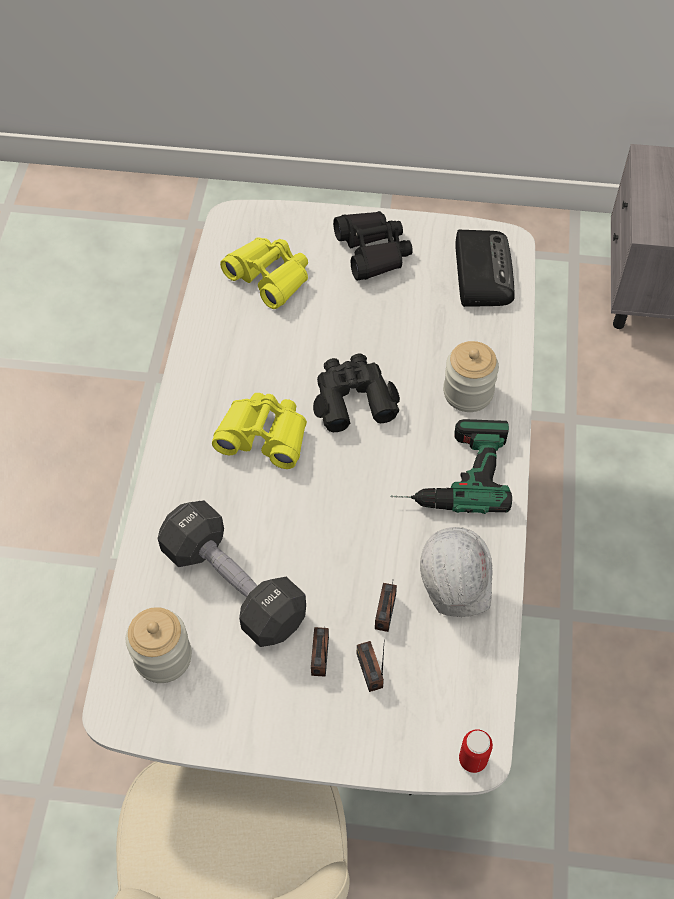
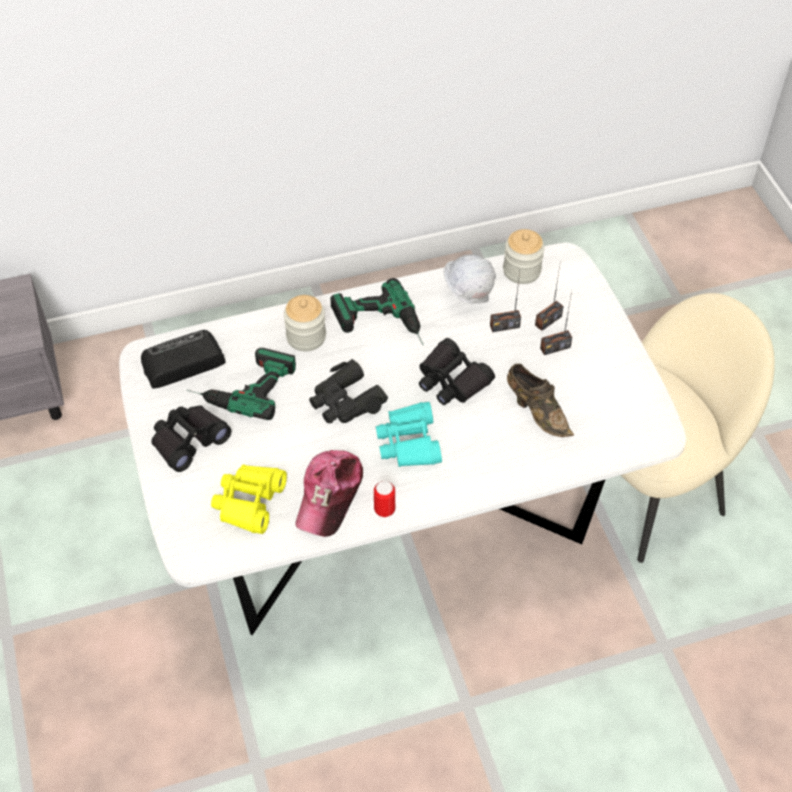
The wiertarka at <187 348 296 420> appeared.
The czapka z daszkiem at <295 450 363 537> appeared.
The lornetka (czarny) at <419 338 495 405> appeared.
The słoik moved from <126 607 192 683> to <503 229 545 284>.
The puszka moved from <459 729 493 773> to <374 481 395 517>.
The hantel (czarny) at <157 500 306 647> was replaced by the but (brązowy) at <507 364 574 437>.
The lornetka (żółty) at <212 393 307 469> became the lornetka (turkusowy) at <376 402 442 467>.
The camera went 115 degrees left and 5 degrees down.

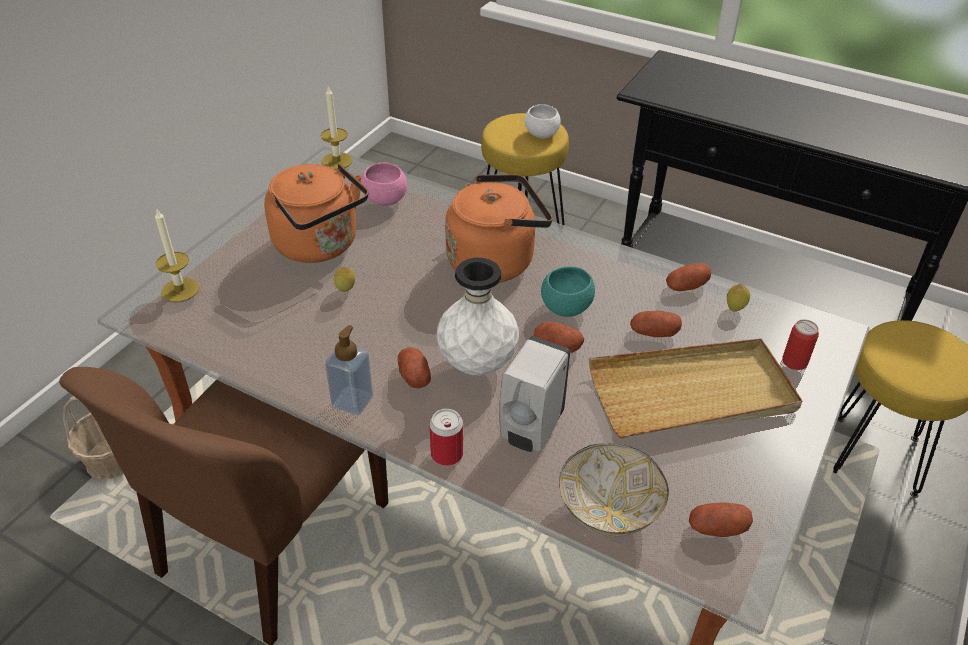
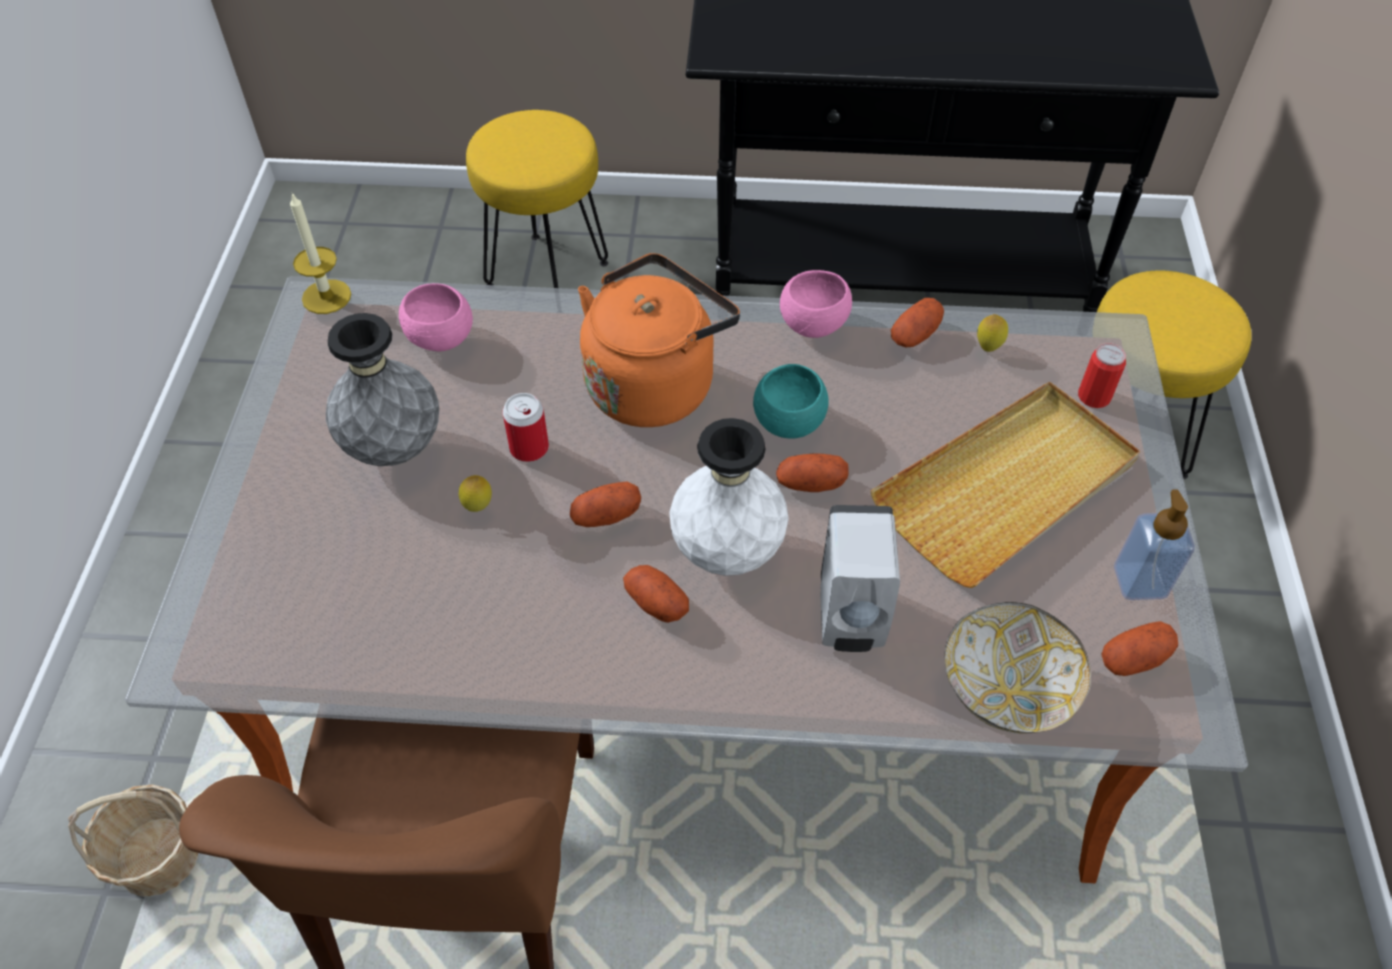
The świeca at <155 210 200 302> disappeared.
The miska (biały) at <524 104 561 138> disappeared.
The miska (różowy) at <780 270 852 338> appeared.
The dozownik mydła moved from <325 325 373 415> to <1114 489 1195 600>.
The puszka moved from <429 409 463 466> to <502 393 549 462>.
The ziemniak moved from <630 310 682 337> to <570 481 641 527>.
The czajnik (pomarańczowy) at <264 164 369 263> was replaced by the wazon (szary) at <326 313 439 466>.
The camera went 25 degrees left and 10 degrees up.

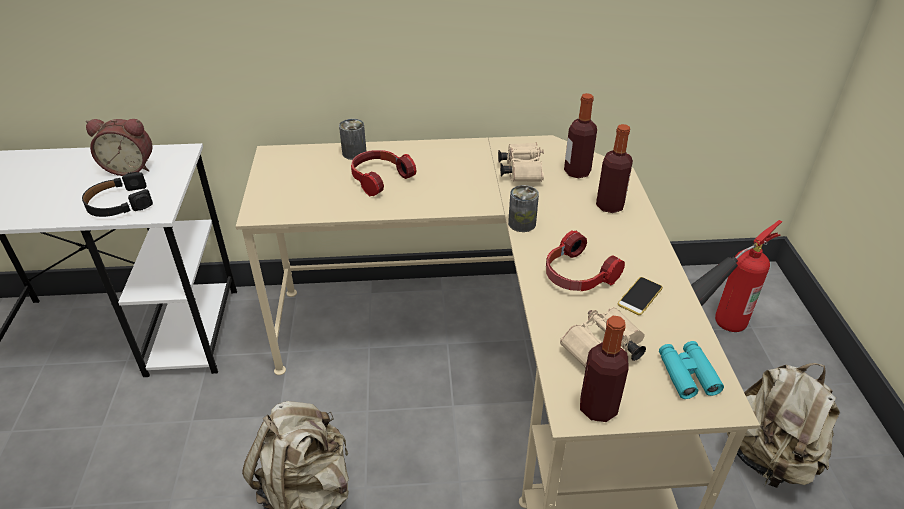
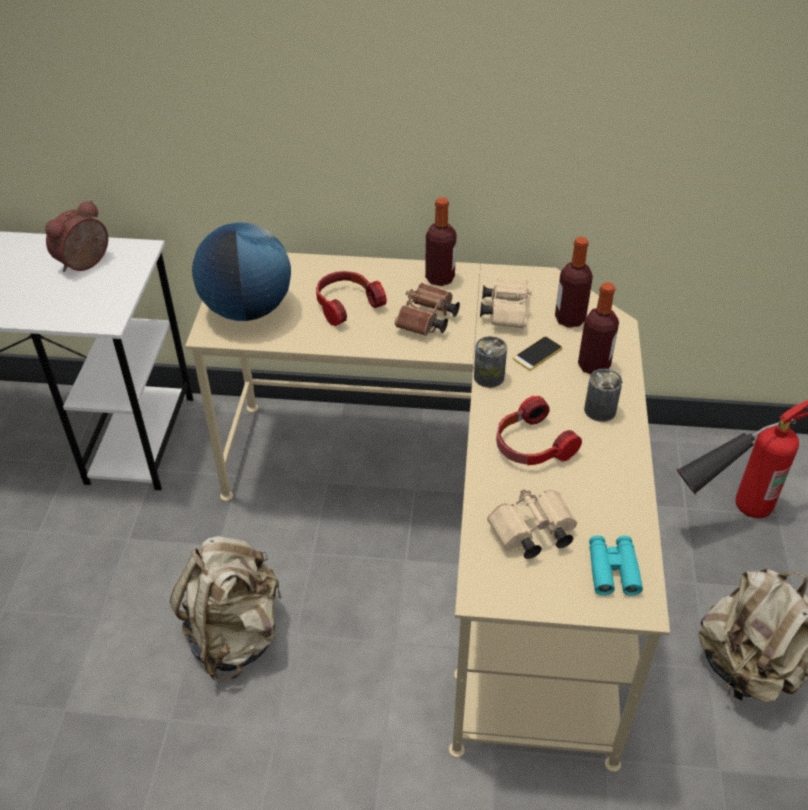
The słuchawki (czarny) at <82 172 153 217> disappeared.
The globus at <192 222 291 321> appeared.
The lornetka (brązowy) at <395 283 460 336> appeared.
The puszka moved from <339 119 366 160> to <584 369 623 422>.
The butelka moved from <580 316 629 422> to <425 197 457 286>.
The telefon moved from <618 277 663 315> to <513 336 562 370>.
The budzik at <86 119 153 176> turned 120 degrees clockwise.
The camera went 10 degrees right and 5 degrees up.

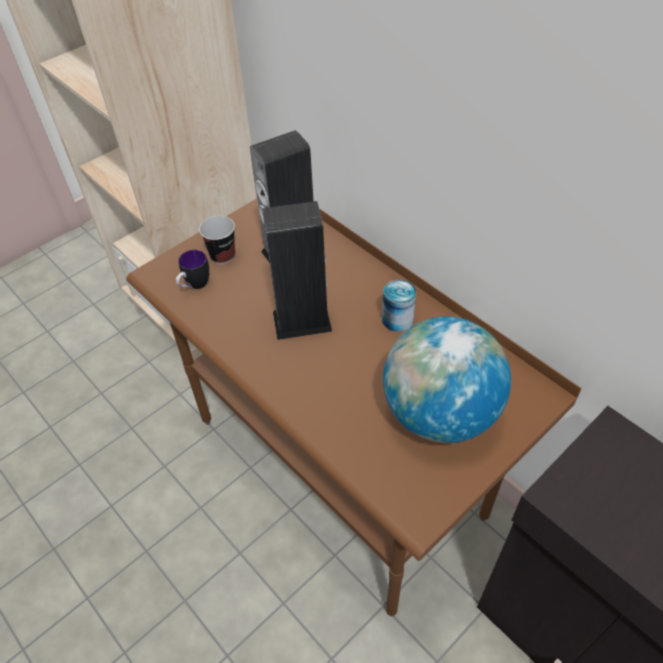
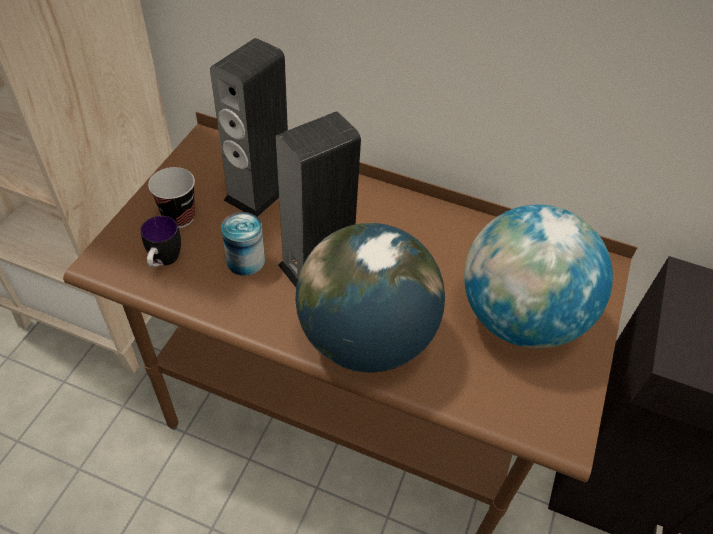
The globus at <295 223 445 372> appeared.
The puszka moved from <382 279 416 332> to <221 212 265 276>.
The camera went 30 degrees left and 0 degrees up.

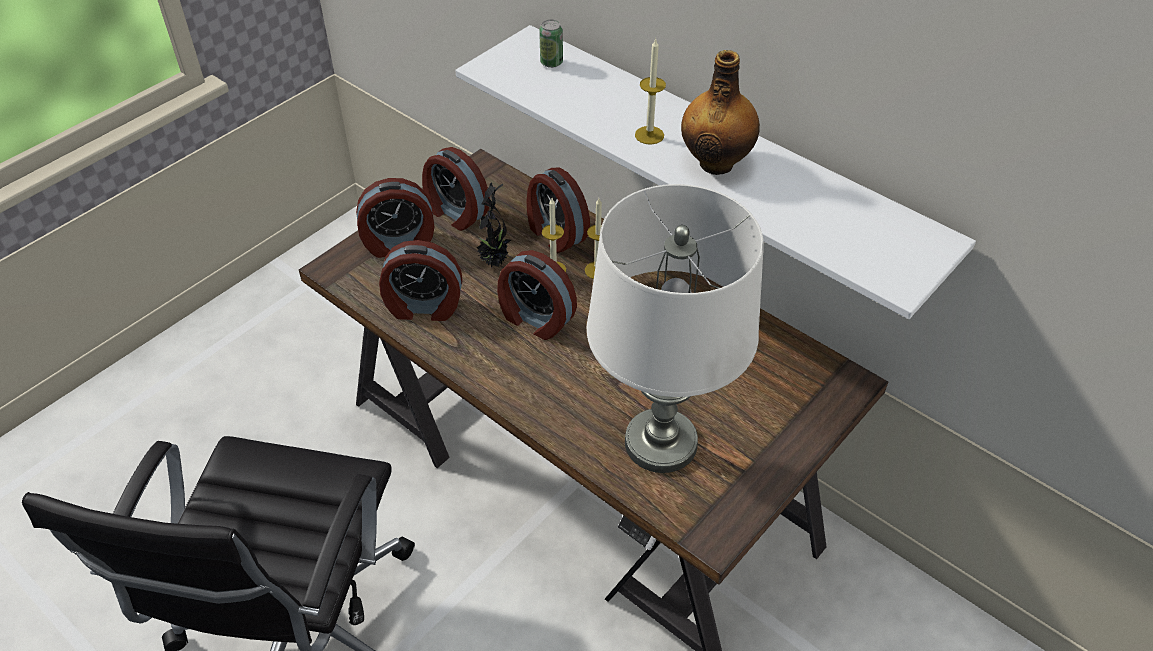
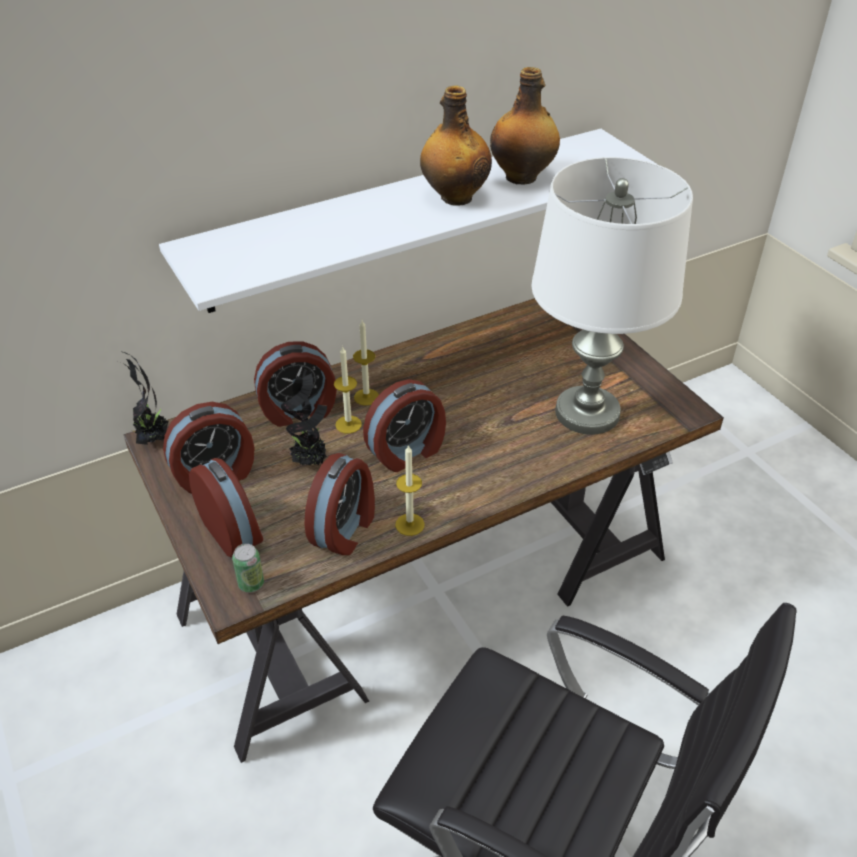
The roślina doniczkowa at <123 352 169 445> appeared.
The butelka at <490 67 560 184> appeared.
The puszka moved from <539 20 563 68> to <232 544 264 592>.
The świeca moved from <635 39 666 145> to <395 445 425 536>.
The budzik at <356 178 434 258> turned 45 degrees counterclockwise.
The camera went 70 degrees left and 5 degrees down.

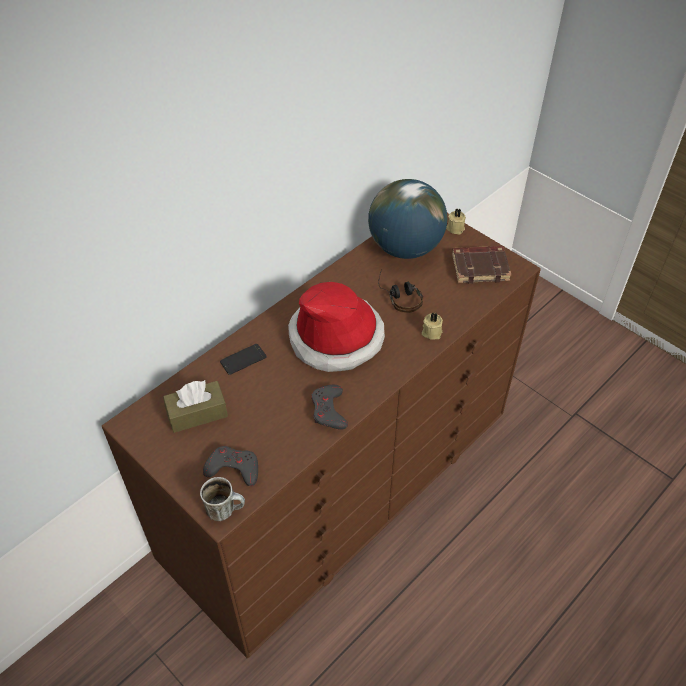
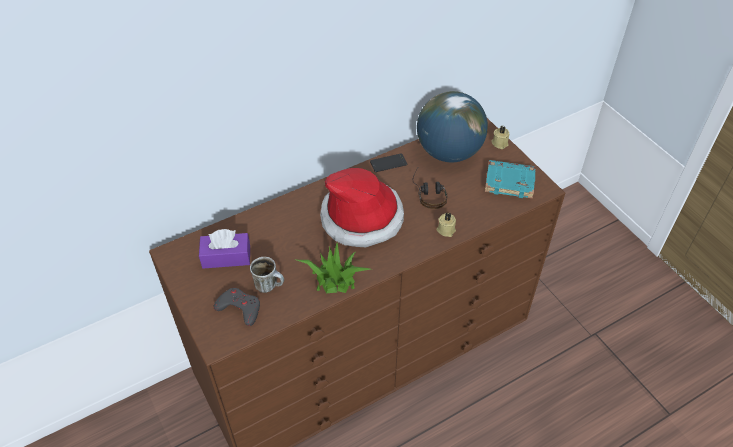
The kubek moved from <200 477 245 521> to <250 257 284 293>.
The telefon moved from <220 344 267 375> to <370 153 407 172>.
The pad do gier (szary) at <311 385 348 430> was replaced by the roślina doniczkowa at <294 243 371 293>.
The pudełko chusteczek (brązowy) at <163 380 228 433> became the pudełko chusteczek (fioletowy) at <199 229 250 269>.
The książka (brązowy) at <452 246 512 284> became the książka (turkusowy) at <485 160 536 199>.
The camera went 15 degrees right and 0 degrees up.

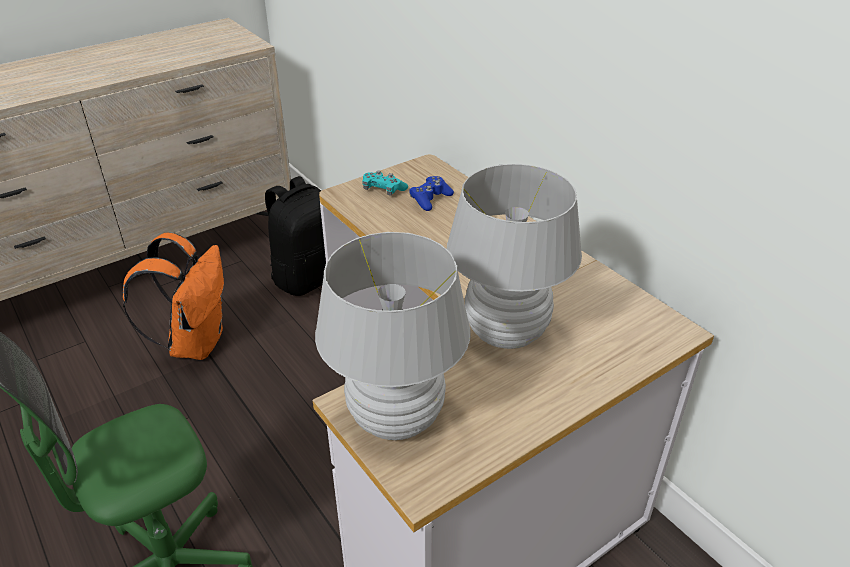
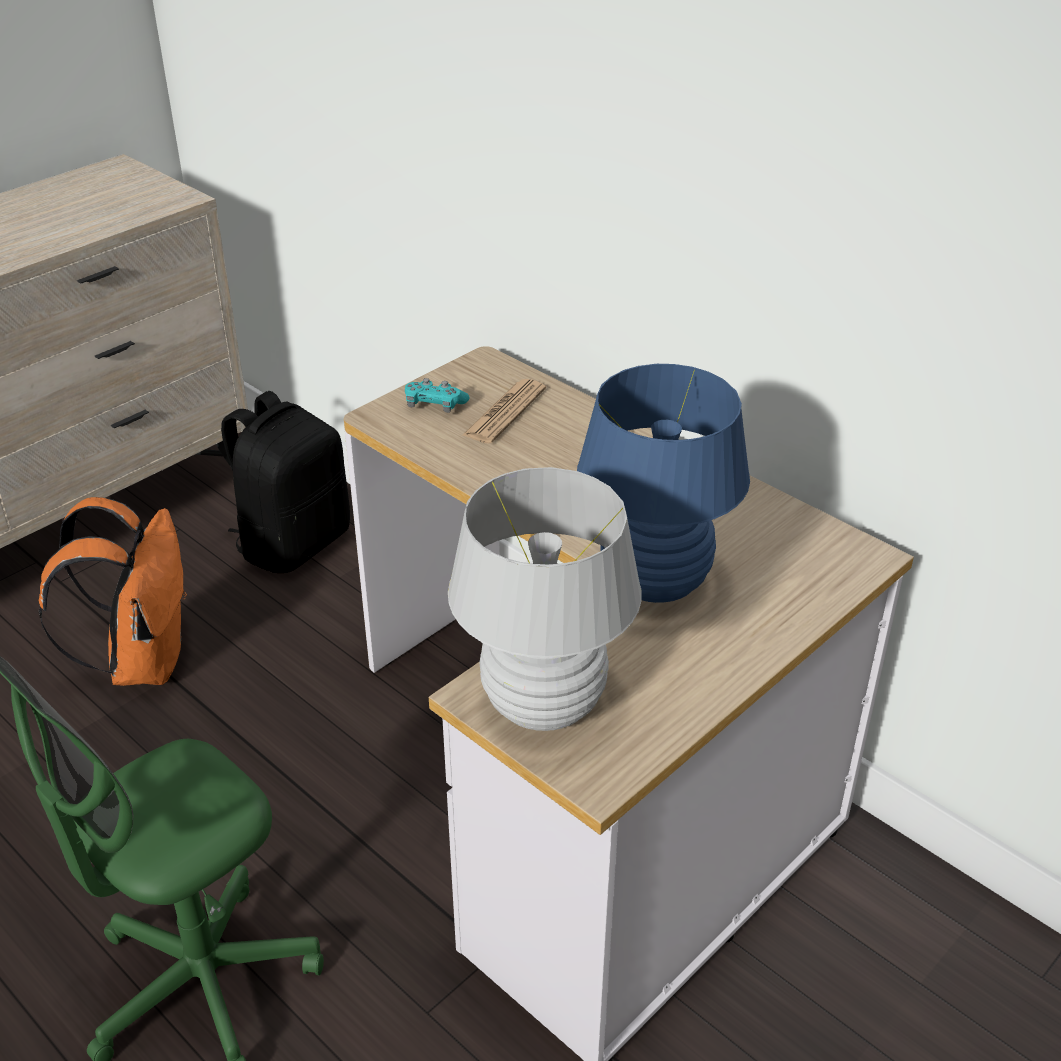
The pad do gier (niebieski) at <409 176 454 211> was replaced by the gazeta at <462 379 546 444>.
The lampa stołowa (biały) at <447 164 582 349> became the lampa stołowa (niebieski) at <577 364 750 603>.
The camera went 10 degrees left and 0 degrees up.

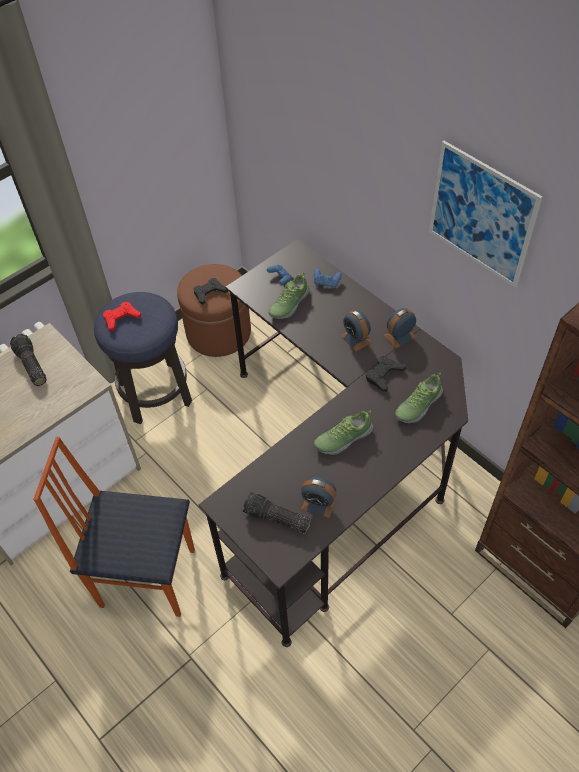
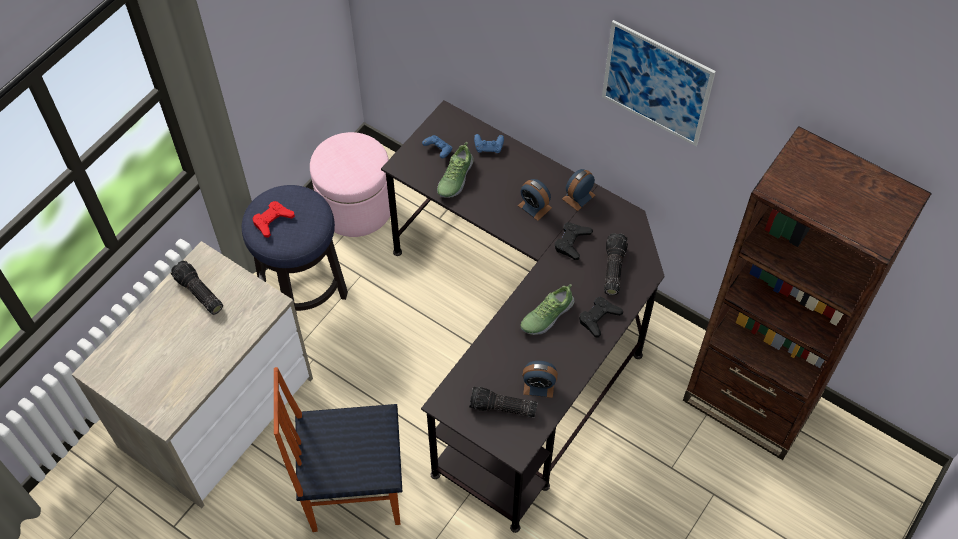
The pad do gier (czarny) moved from <194 278 228 304> to <579 297 623 338>.
The but at <395 373 443 423> was replaced by the latarka at <604 233 628 295>.
The pufa (brązowy) at <177 264 251 357> became the pufa (różowy) at <310 132 390 237>.
The camera went 15 degrees left and 5 degrees up.

